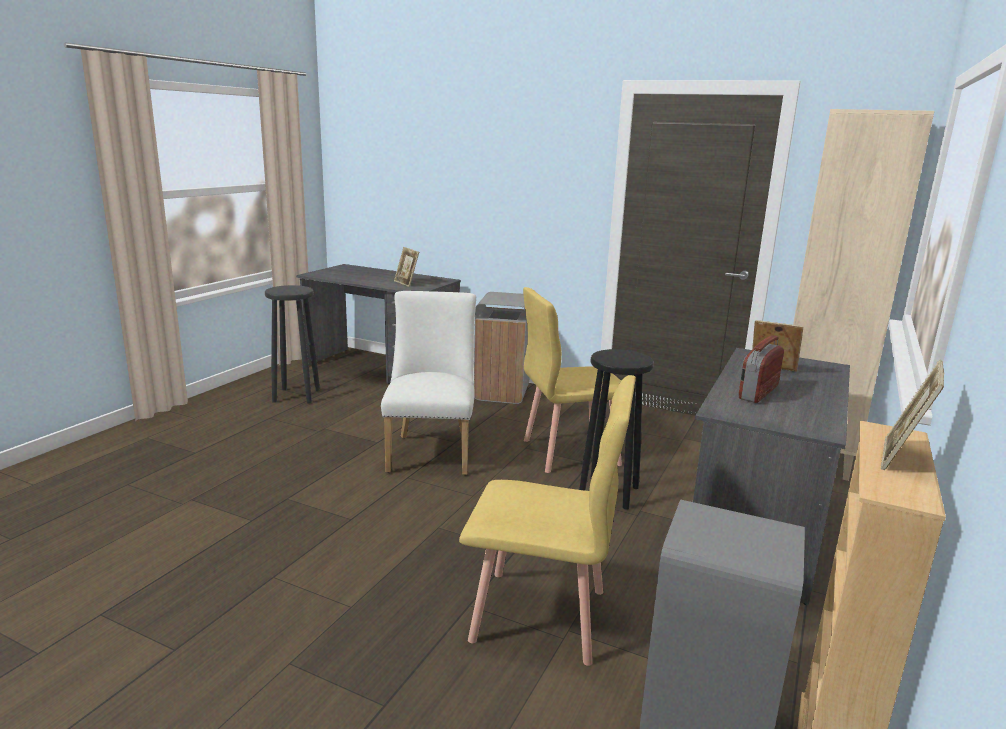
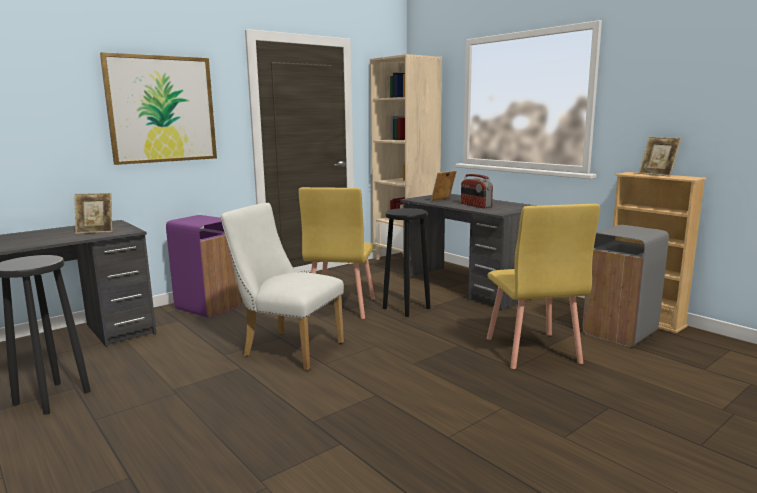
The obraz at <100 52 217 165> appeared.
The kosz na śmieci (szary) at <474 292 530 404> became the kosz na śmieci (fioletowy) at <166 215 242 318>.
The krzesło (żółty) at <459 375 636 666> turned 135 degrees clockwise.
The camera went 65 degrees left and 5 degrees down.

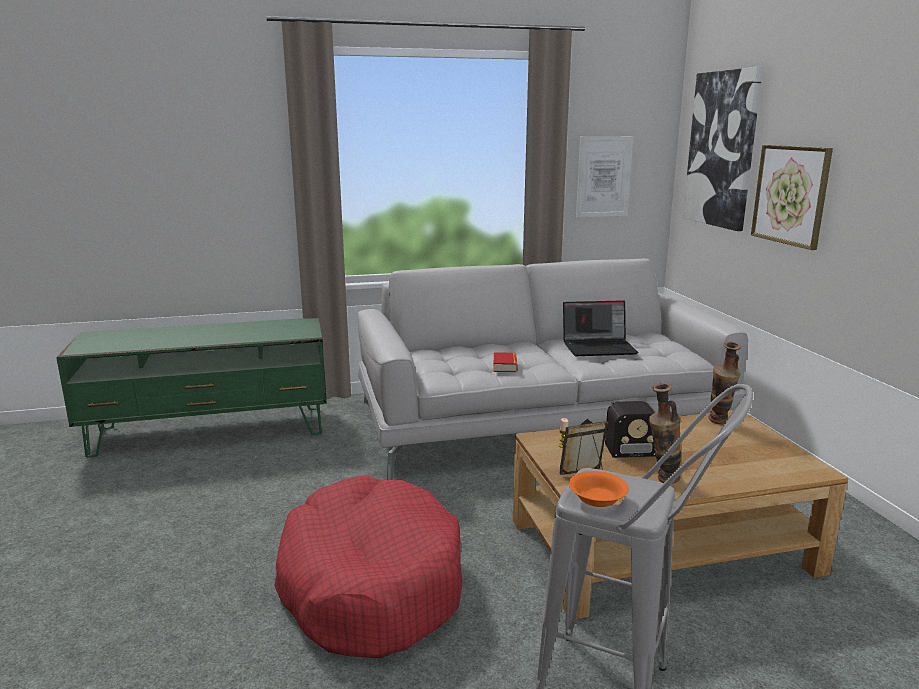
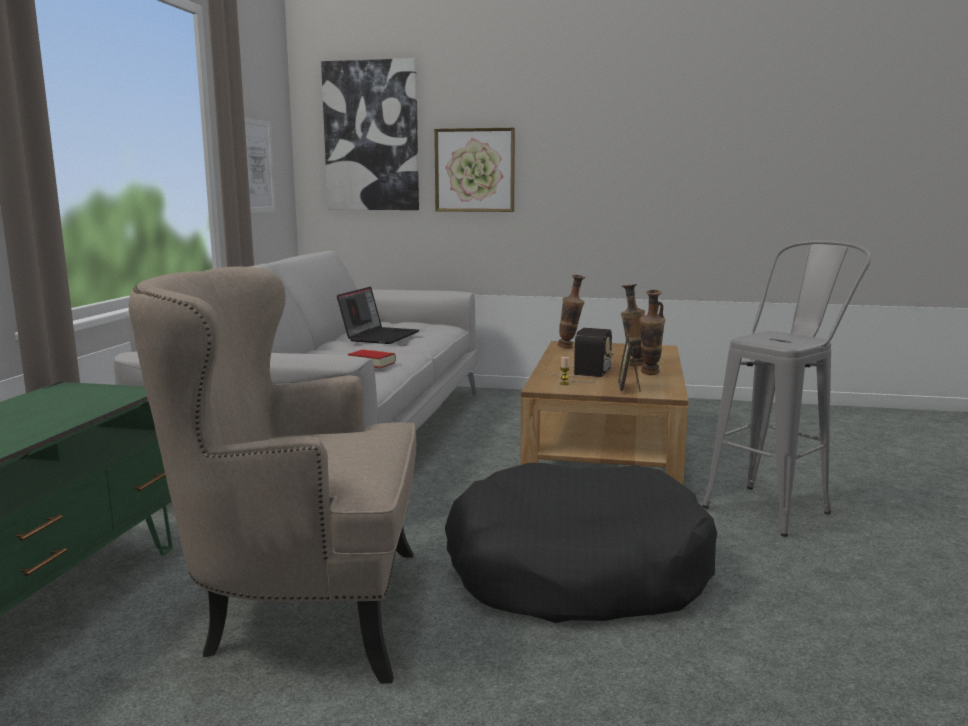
The miska (pomarańczowy) at <569 471 629 507> disappeared.
The fotel (beżowy) at <128 267 416 684> appeared.
The wazon at <621 284 645 366> appeared.
The legowisko (czerwony) at <274 476 463 658> became the legowisko (czarny) at <445 463 717 623>.
The camera went 65 degrees left and 5 degrees down.

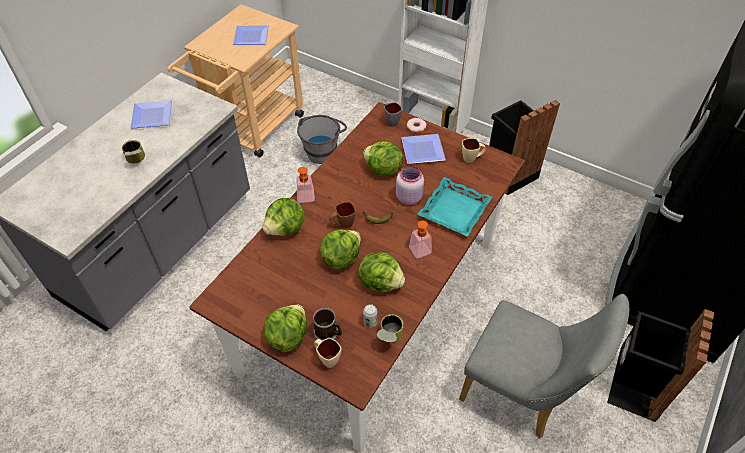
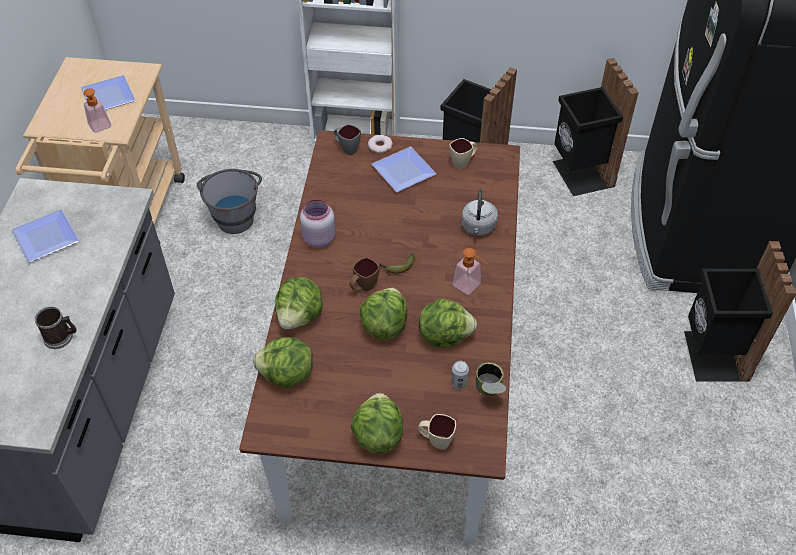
The puszka at <122 140 145 164> disappeared.
The krzesło (szary) at <459 294 629 439> disappeared.
The kosz na śmieci (czarny) at <553 58 639 196> appeared.
The dozownik mydła moved from <297 167 315 203> to <83 89 111 133>.
The kubek moved from <313 308 342 341> to <35 306 77 349>.
The sałata moved from <363 141 403 176> to <253 337 313 388>.
The słoik (różowy) moved from <396 166 424 205> to <300 199 336 248>.
The taca (turkusowy) at <417 177 492 237> was replaced by the czajnik (szary) at <461 189 498 236>.
The camera went 25 degrees left and 0 degrees up.

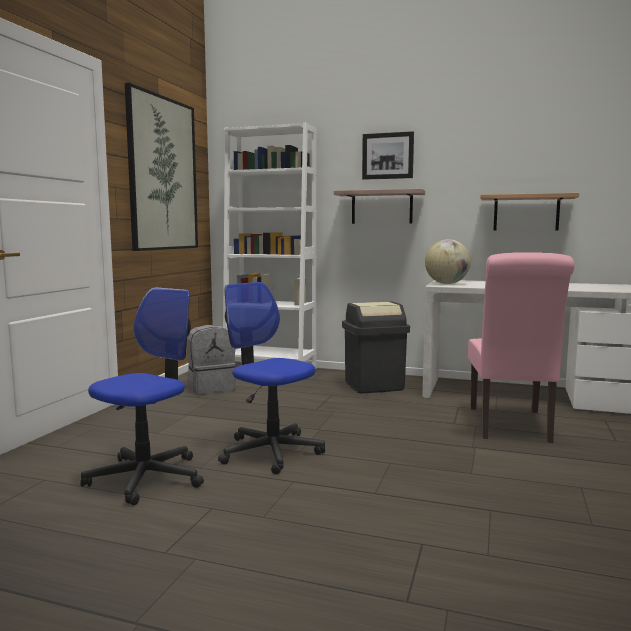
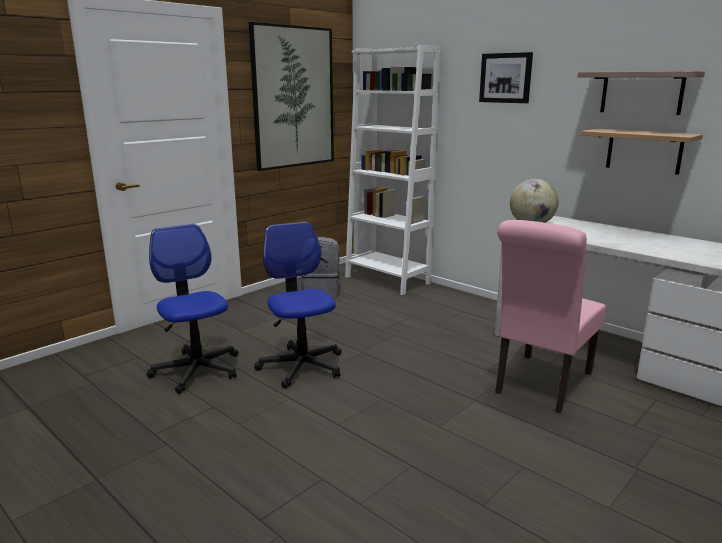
The kosz na śmieci (czarny) at <342 302 410 393> disappeared.
The półka moved from <334 189 425 224> to <578 71 705 115>.
The krzesło biurowe at <80 287 204 505> turned 90 degrees counterclockwise.
The camera went 25 degrees right and 10 degrees up.

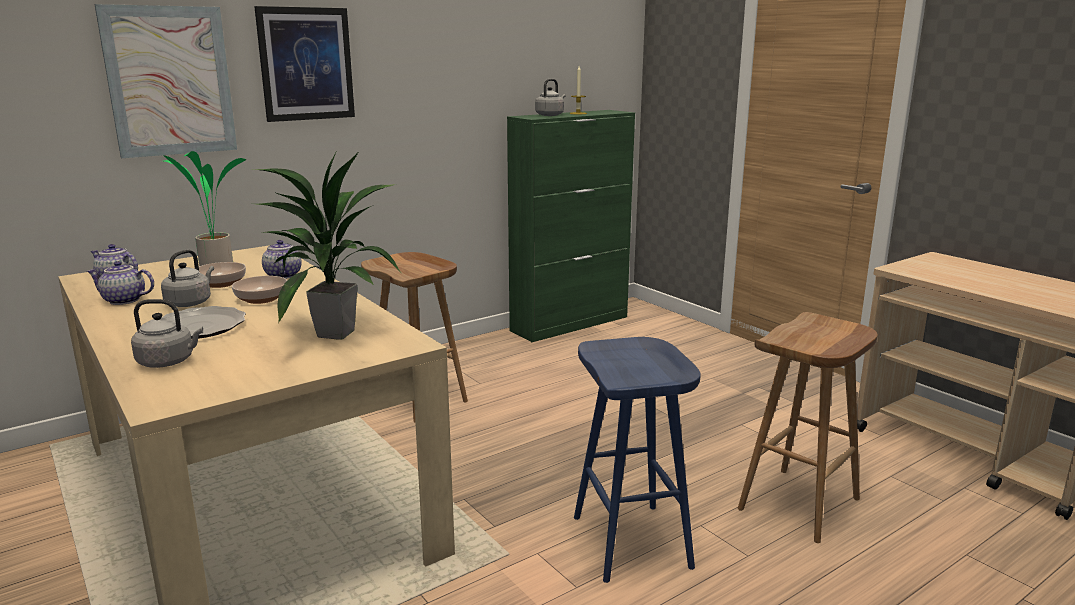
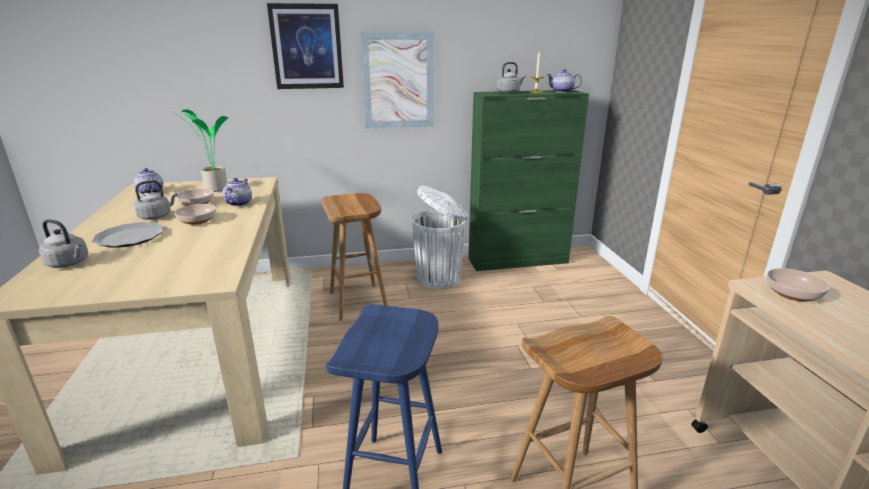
The roślina doniczkowa at <253 151 403 340> disappeared.
The kosz na śmieci (biały) at <412 185 469 289> appeared.
The miska at <766 268 830 302> appeared.
The imbryk moved from <87 261 154 305> to <546 69 582 93>.
The obraz moved from <95 4 237 158> to <360 32 434 128>.
The camera went 25 degrees right and 5 degrees up.

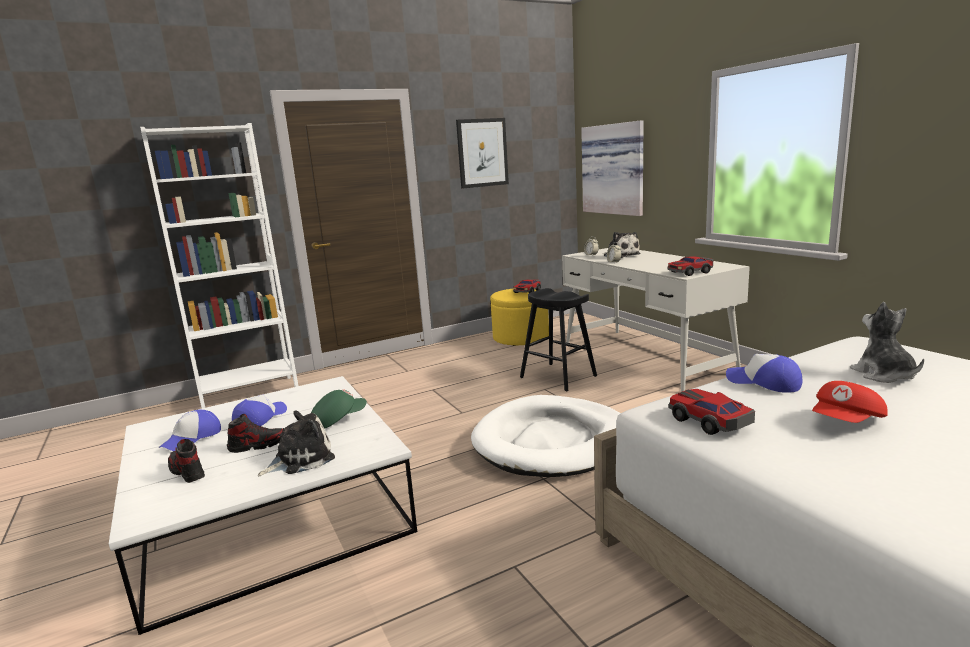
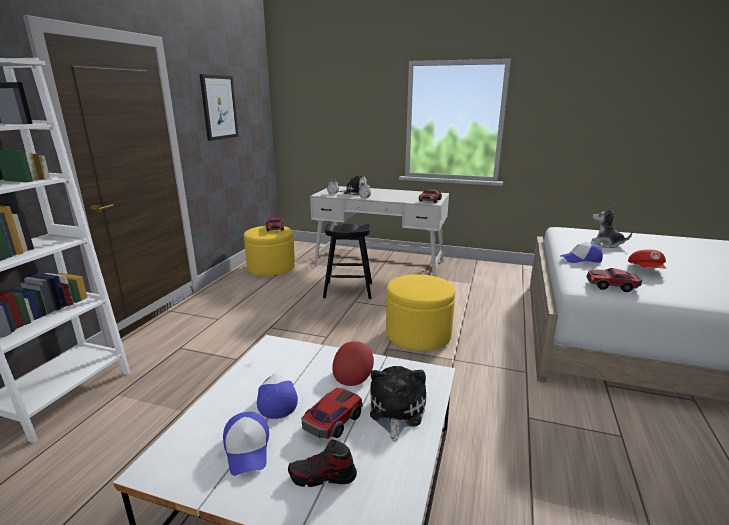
The obraz at <581 120 644 216> disappeared.
The but at <227 414 284 453> was replaced by the samochodzik at <301 388 363 439>.
The legowisko (biały) at <471 395 621 477> was replaced by the pufa (żółty) at <386 274 455 351>.
The czapka z daszkiem (zielony) at <311 389 367 429> became the czapka z daszkiem (czerwony) at <332 340 374 386>.
The camera went 45 degrees left and 5 degrees up.

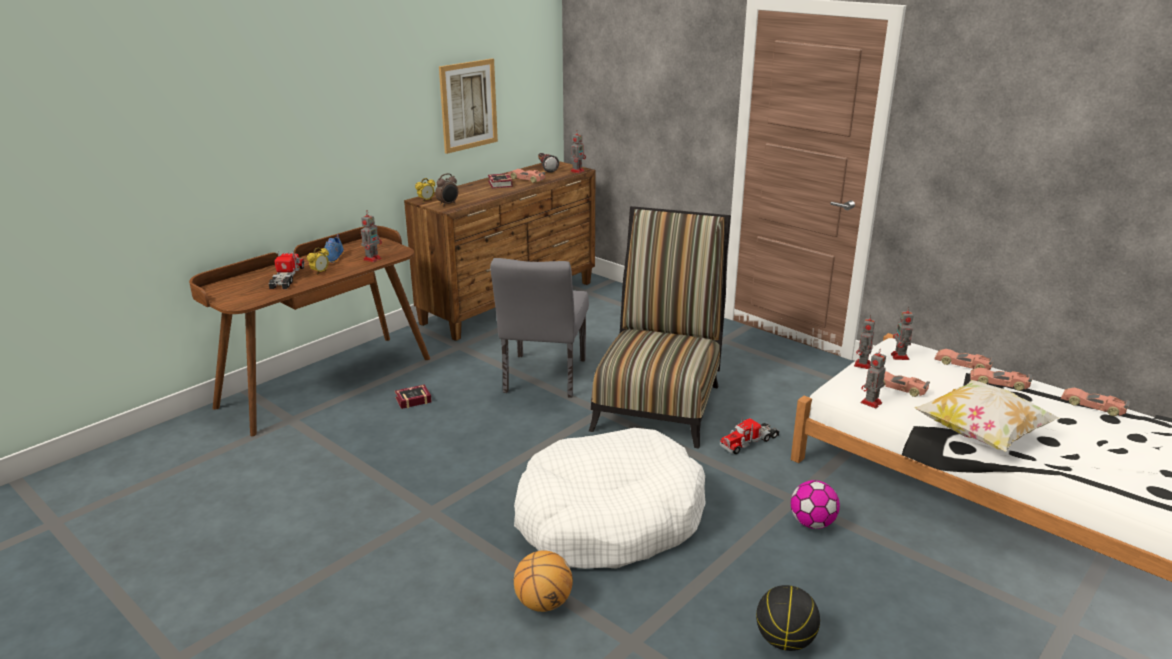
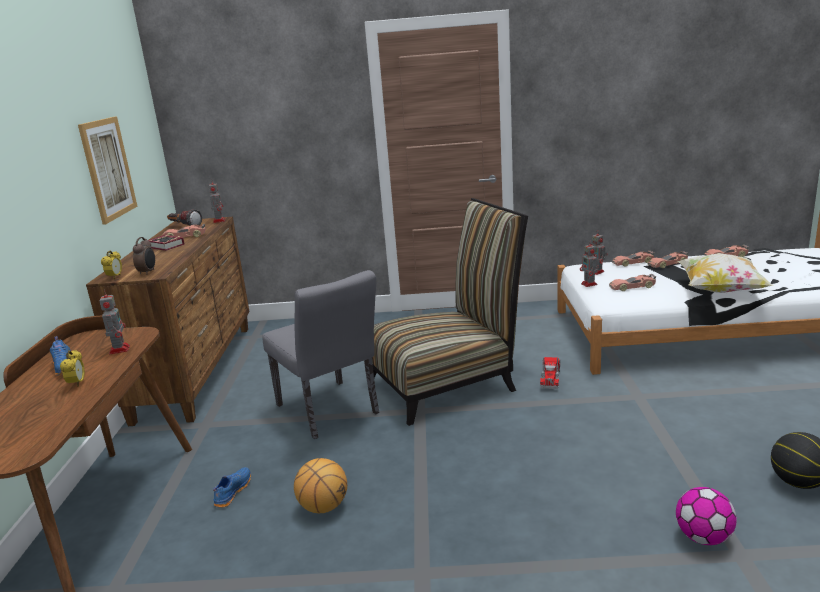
The ciężarówka zabawkowa at <268 251 304 289> disappeared.
The legowisko (biały) at <514 428 706 569> disappeared.
The robot zabawkowy at <861 349 886 408> disappeared.
The piłka do koszykówki moved from <514 550 573 612> to <294 458 347 513>.
The piłka futbolowa moved from <791 480 840 529> to <676 487 737 545>.
The książka at <395 384 432 409> was replaced by the but (niebieski) at <213 467 251 508>.
The krzesło at <589 206 731 449> turned 90 degrees clockwise.
The camera went 40 degrees left and 5 degrees down.

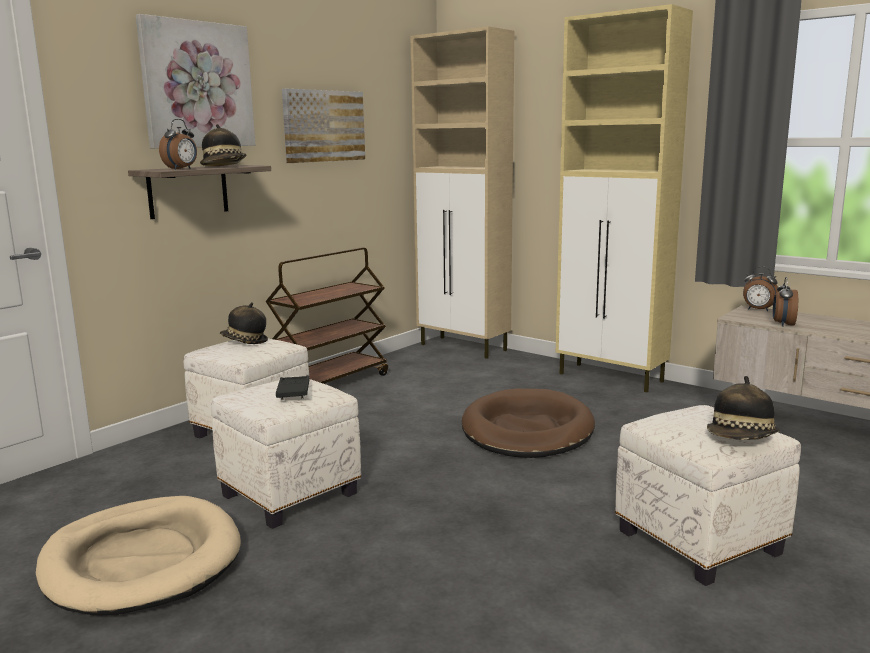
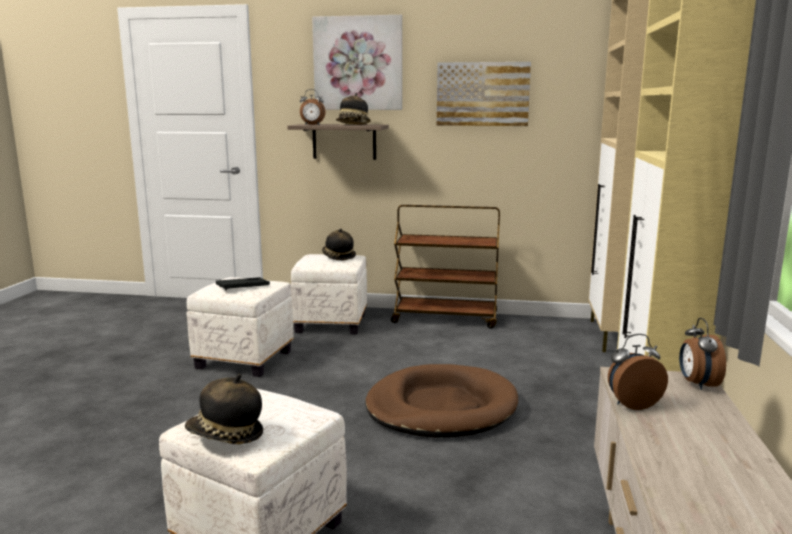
The legowisko (beżowy) at <36 496 241 615> disappeared.
The camera went 60 degrees right and 0 degrees up.

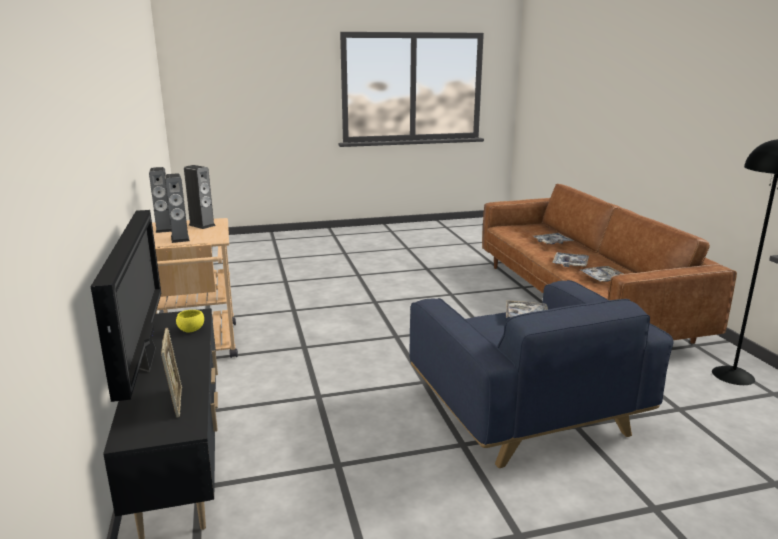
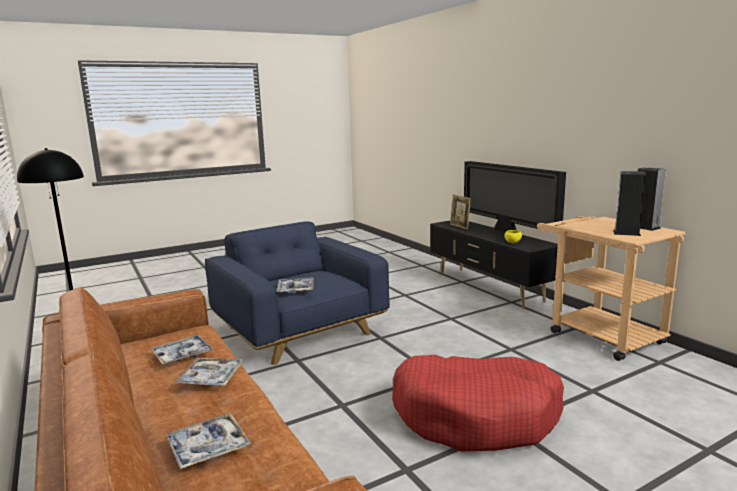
The głośnik at <165 173 190 243> disappeared.
The legowisko (czerwony) at <392 355 564 452> appeared.
The camera went 165 degrees right and 5 degrees down.

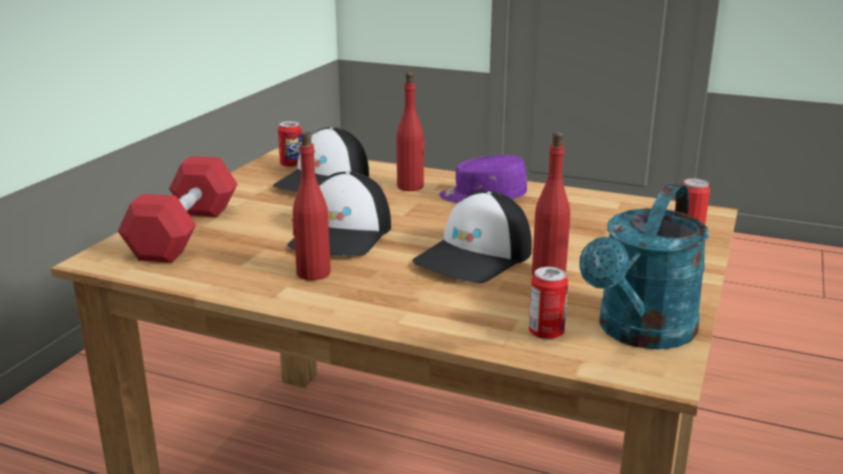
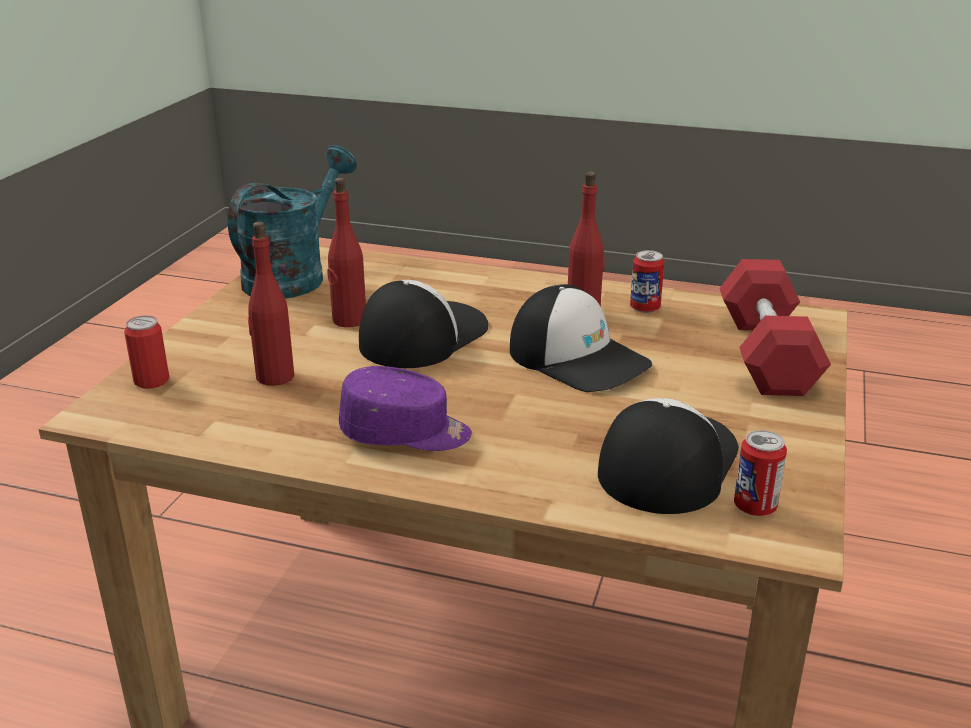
The butelka (czerwony) moved from <397 72 425 191> to <248 222 294 386>.
The puszka moved from <529 267 568 340> to <630 250 665 313>.
The czapka z daszkiem at <287 172 391 256> turned 120 degrees clockwise.
The camera went 175 degrees right and 5 degrees up.

